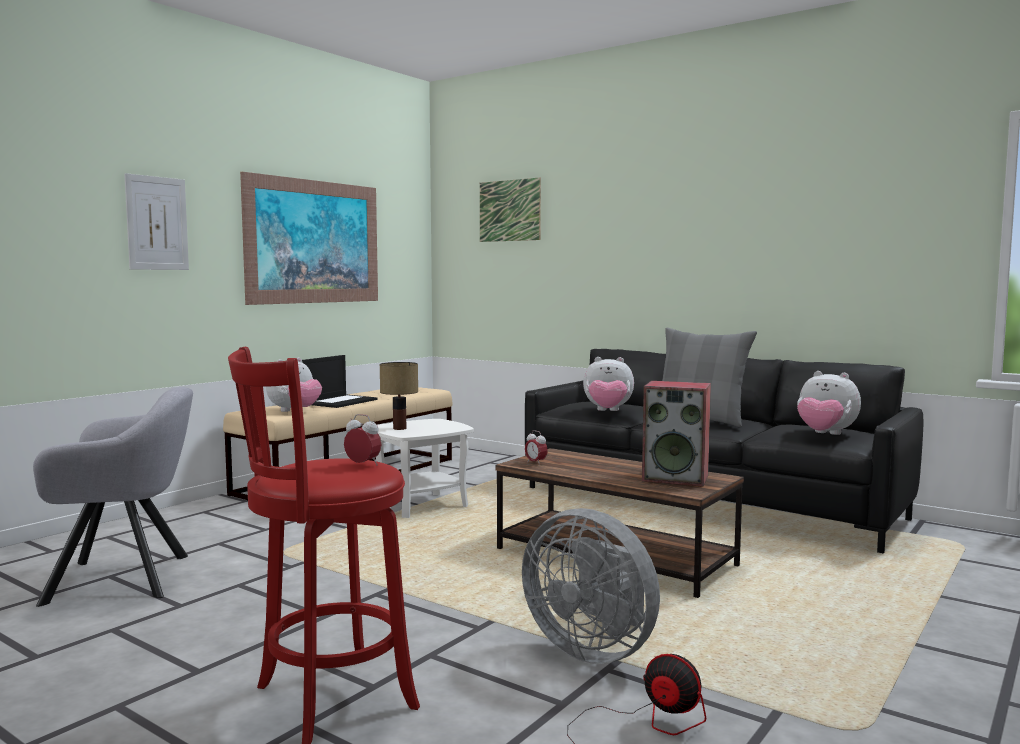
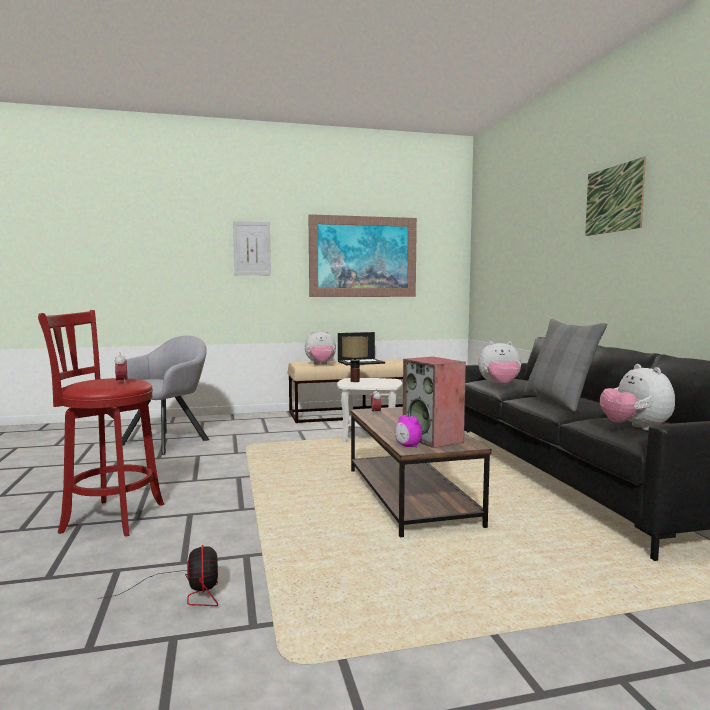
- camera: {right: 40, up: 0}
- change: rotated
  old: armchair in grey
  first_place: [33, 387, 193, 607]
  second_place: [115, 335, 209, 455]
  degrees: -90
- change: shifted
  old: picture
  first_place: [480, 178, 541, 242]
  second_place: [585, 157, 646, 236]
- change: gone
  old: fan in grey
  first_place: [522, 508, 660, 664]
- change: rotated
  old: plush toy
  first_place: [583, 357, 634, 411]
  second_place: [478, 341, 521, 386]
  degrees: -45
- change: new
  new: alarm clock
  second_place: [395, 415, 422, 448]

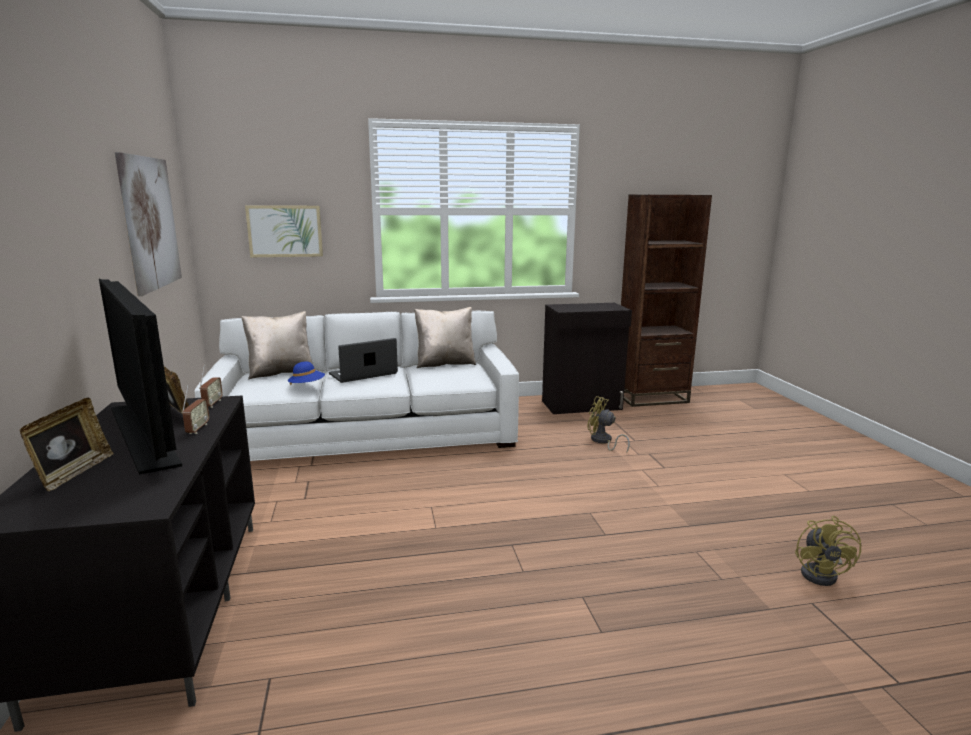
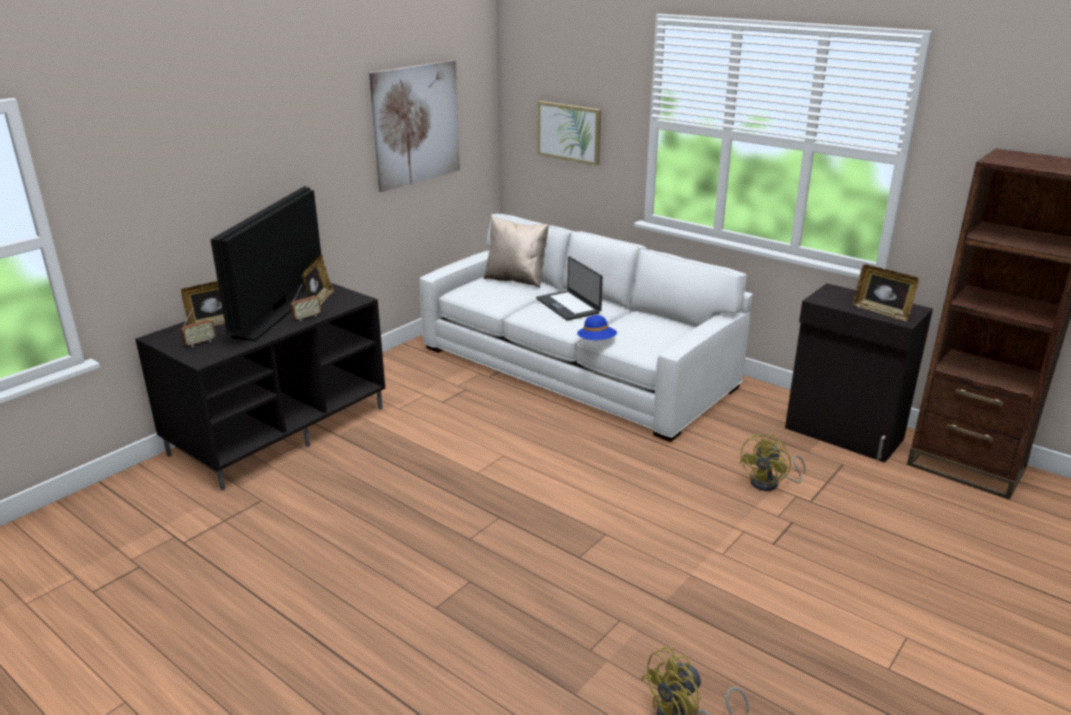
- camera: {right: 50, up: 10}
- change: shifted
  old: radio
  first_place: [199, 364, 223, 408]
  second_place: [181, 308, 216, 347]
- change: shifted
  old: hat in blue
  first_place: [288, 361, 325, 385]
  second_place: [577, 315, 617, 340]
- change: rotated
  old: laptop
  first_place: [329, 338, 398, 383]
  second_place: [536, 256, 603, 321]
  degrees: -135
- change: gone
  old: pillow in beige
  first_place: [414, 307, 476, 368]
- change: rotated
  old: fan in yellow
  first_place: [587, 396, 630, 454]
  second_place: [739, 434, 806, 491]
  degrees: -135
- change: new
  new: picture frame
  second_place: [853, 265, 919, 321]

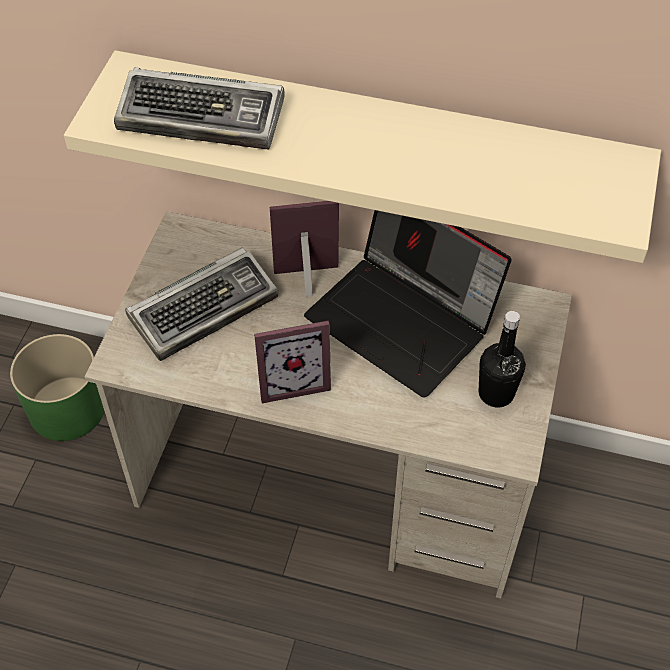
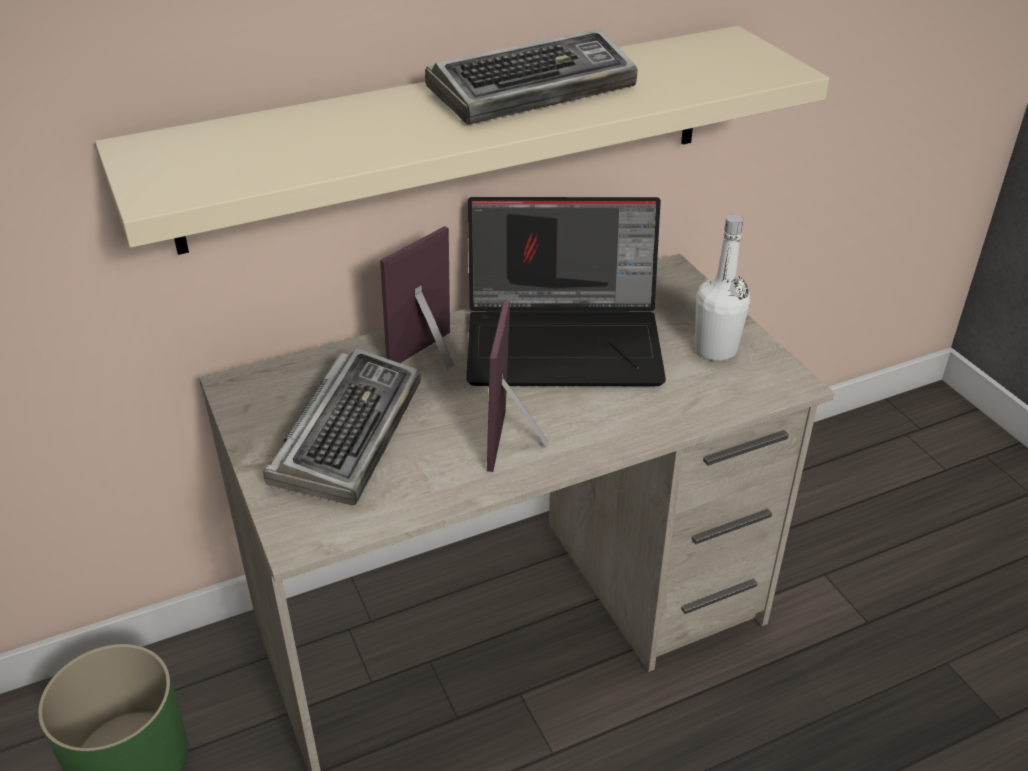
- camera: {right: -40, up: -15}
- change: shifted
  old: keyboard
  first_place: [114, 67, 285, 149]
  second_place: [425, 29, 638, 125]
- change: rotated
  old: picture frame
  first_place: [254, 321, 331, 403]
  second_place: [487, 301, 548, 472]
  degrees: 150
- change: repainted
  old: bottle in black
  new: bottle in white
  first_place: [479, 311, 526, 407]
  second_place: [695, 214, 750, 361]

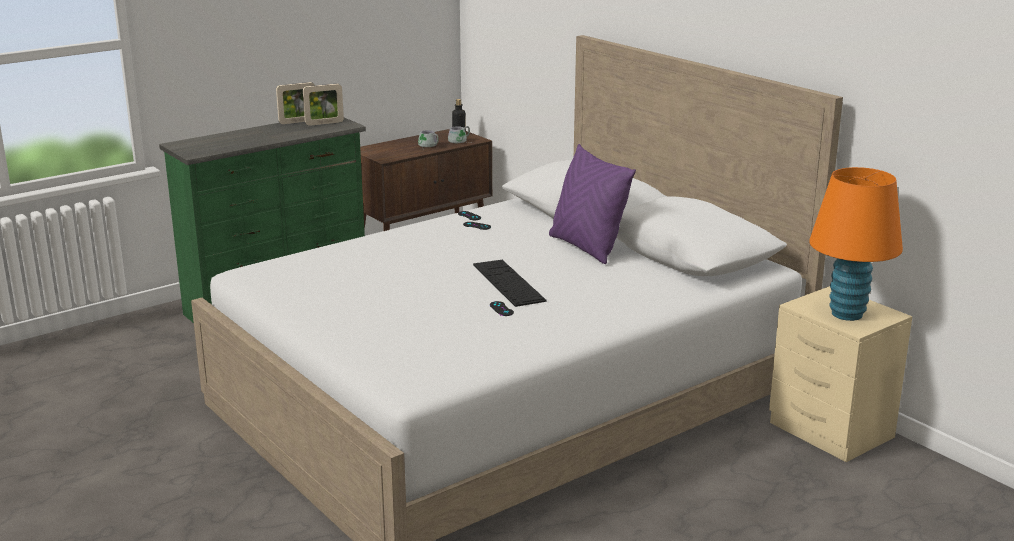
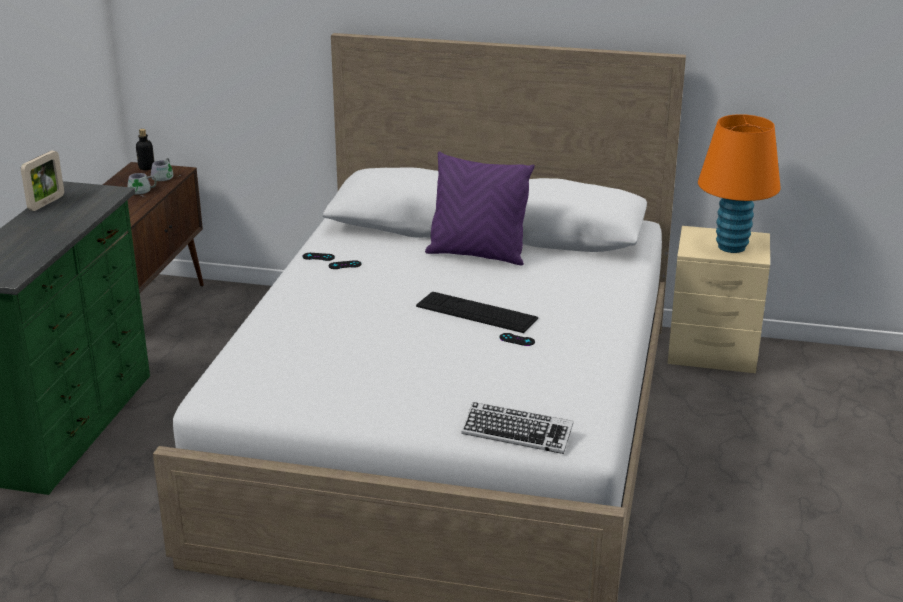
- camera: {right: -40, up: 5}
- change: gone
  old: picture frame
  first_place: [303, 84, 344, 126]
- change: new
  new: keyboard
  second_place: [461, 402, 574, 454]

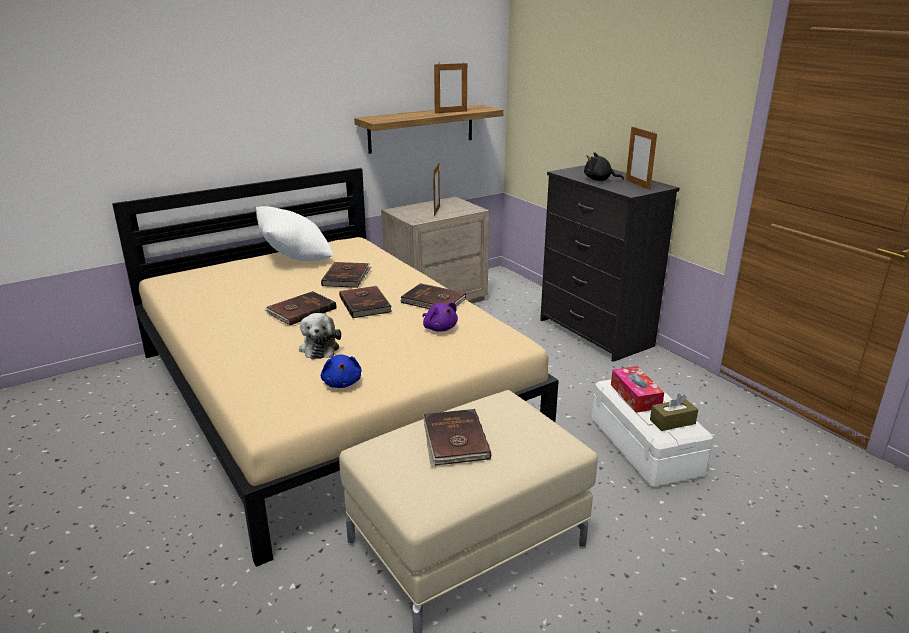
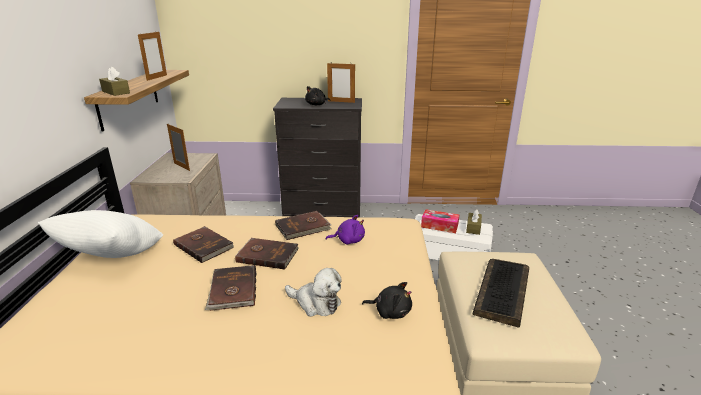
- camera: {right: -55, up: 0}
- change: repainted
  old: plush toy in blue
  new: plush toy in black
  first_place: [321, 354, 362, 388]
  second_place: [362, 282, 412, 319]
- change: swapped
  old: book in brown
  new: keyboard
  first_place: [423, 409, 491, 465]
  second_place: [473, 259, 529, 328]
- change: new
  new: tissue box in brown
  second_place: [99, 66, 130, 96]

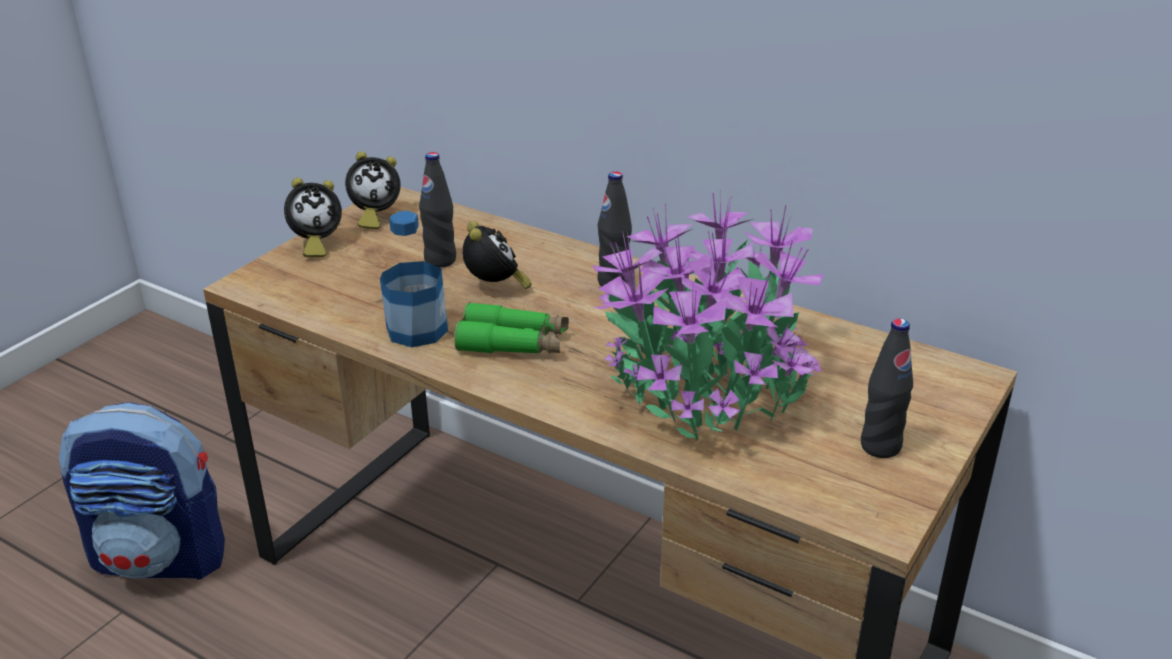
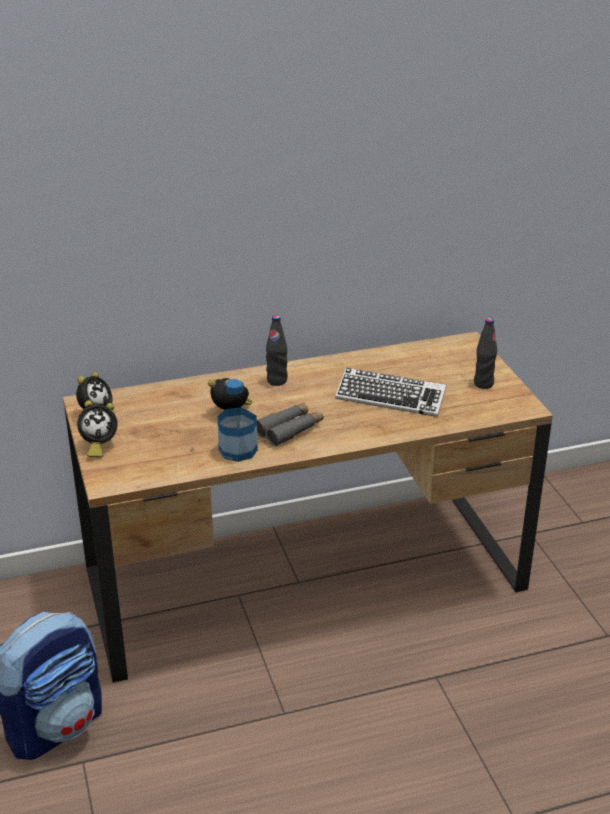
- camera: {right: -50, up: 0}
- change: rotated
  old: alarm clock
  first_place: [284, 178, 342, 257]
  second_place: [77, 400, 118, 458]
  degrees: 60
- change: gone
  old: bottle in black
  first_place: [419, 152, 456, 268]
- change: repainted
  old: binoculars in green
  new: binoculars in grey
  first_place: [454, 302, 569, 353]
  second_place: [257, 403, 324, 446]
- change: swapped
  old: potted plant
  new: keyboard
  first_place: [592, 193, 824, 441]
  second_place: [335, 368, 446, 417]

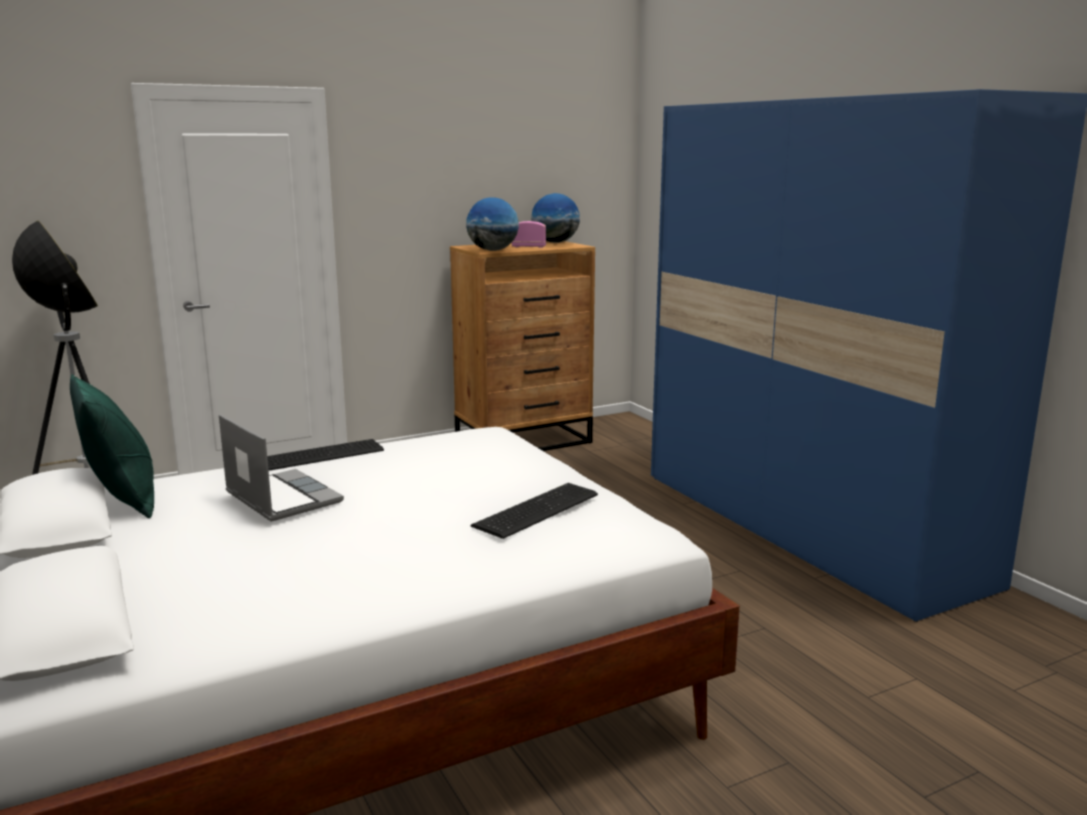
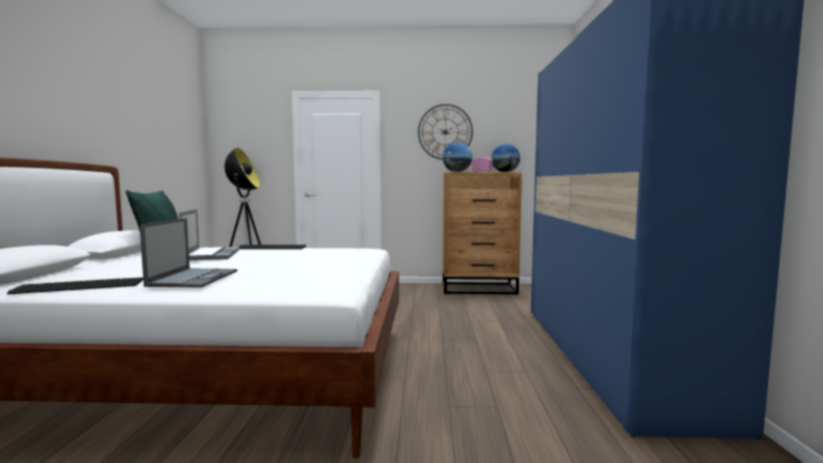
- camera: {right: 30, up: -10}
- change: shifted
  old: keyboard
  first_place: [471, 483, 598, 539]
  second_place: [7, 277, 143, 294]
- change: new
  new: laptop
  second_place: [140, 218, 237, 288]
- change: new
  new: wall clock
  second_place: [418, 104, 473, 160]

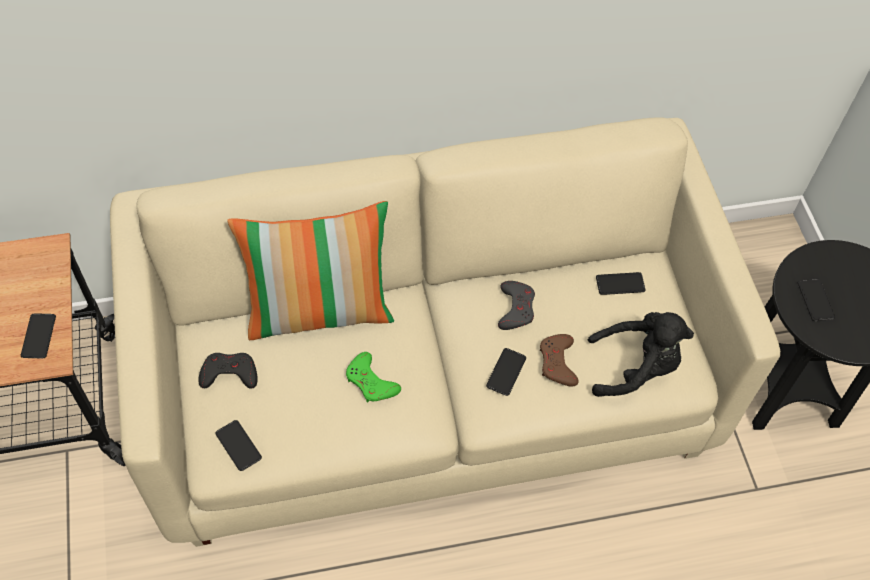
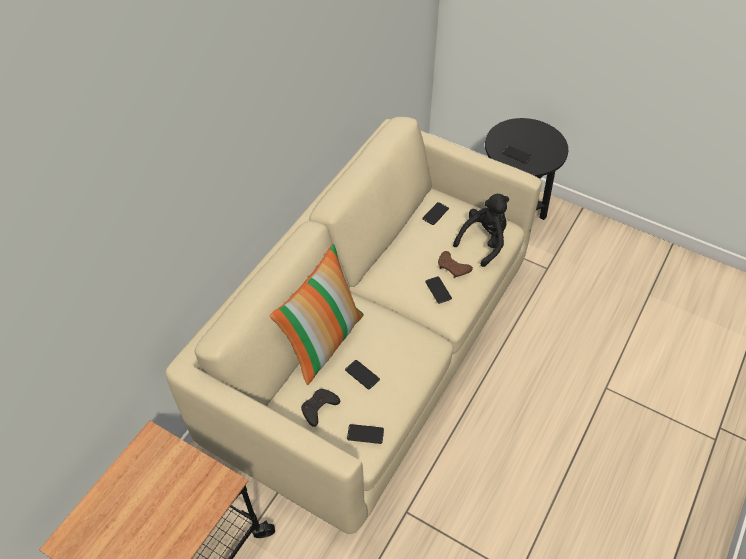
- camera: {right: -45, up: -5}
- change: shifted
  old: phone
  first_place: [21, 313, 56, 358]
  second_place: [345, 360, 380, 389]
- change: gone
  old: game controller in green
  first_place: [346, 352, 401, 402]
- change: gone
  old: game controller in grey
  first_place: [498, 281, 535, 330]

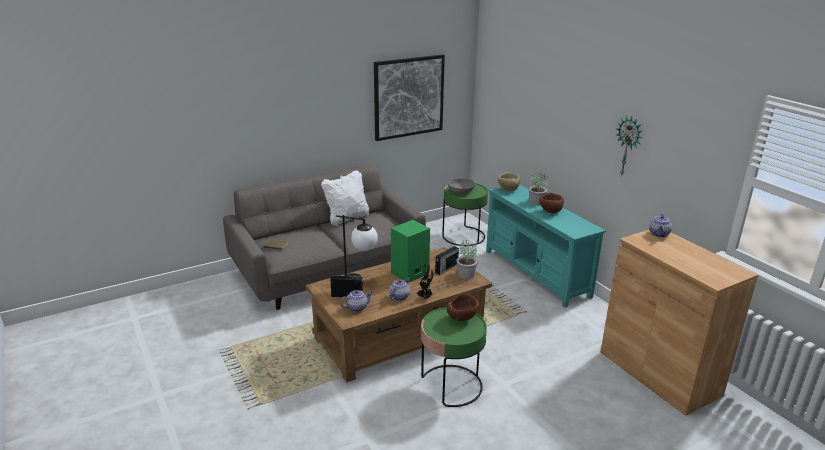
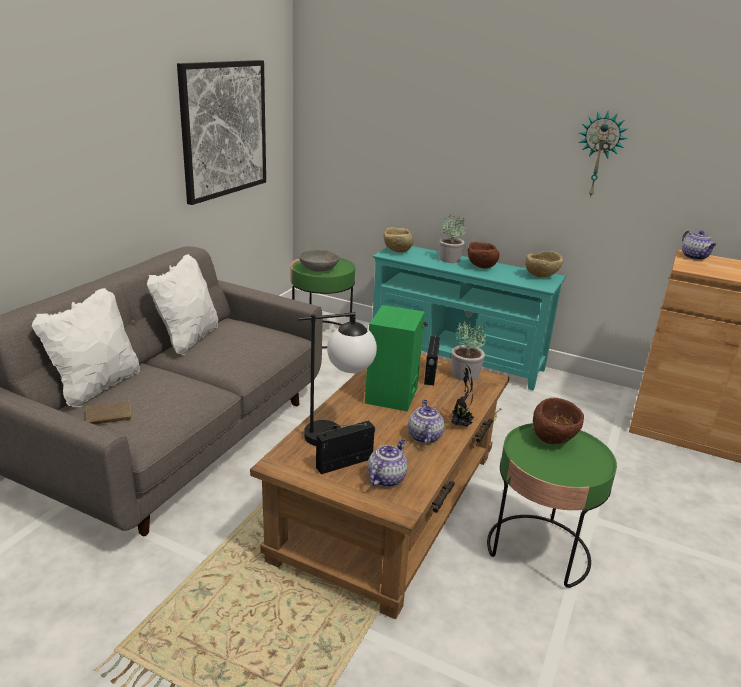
- camera: {right: -35, up: 0}
- change: new
  new: pillow in white
  second_place: [32, 288, 140, 407]
- change: new
  new: bowl in beige
  second_place: [525, 251, 563, 277]

